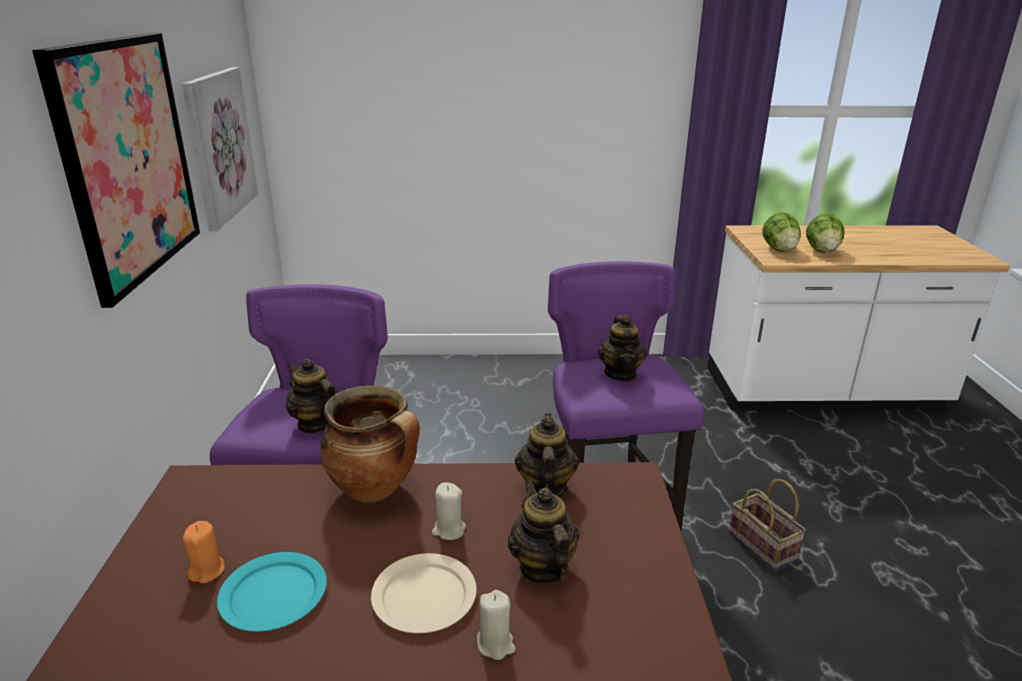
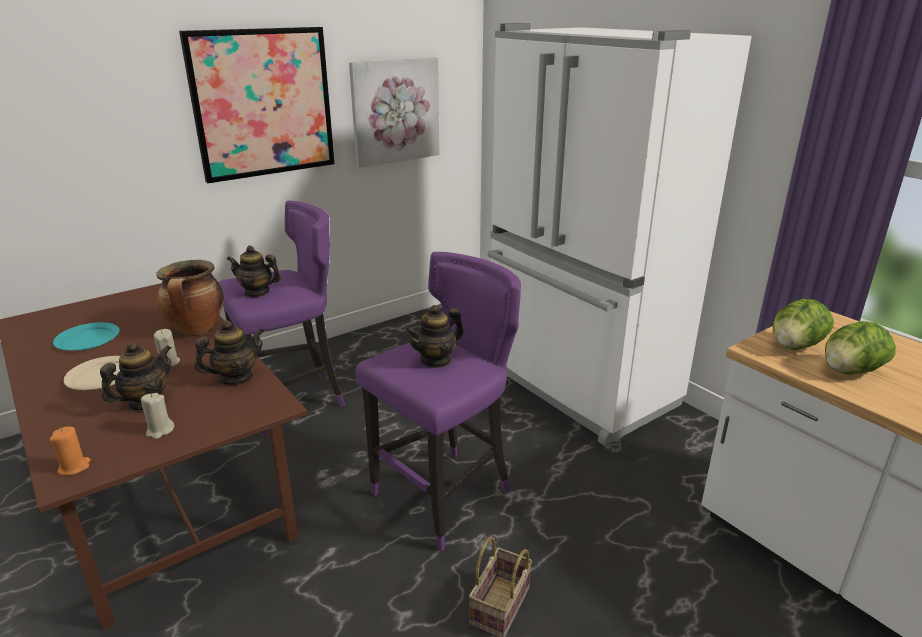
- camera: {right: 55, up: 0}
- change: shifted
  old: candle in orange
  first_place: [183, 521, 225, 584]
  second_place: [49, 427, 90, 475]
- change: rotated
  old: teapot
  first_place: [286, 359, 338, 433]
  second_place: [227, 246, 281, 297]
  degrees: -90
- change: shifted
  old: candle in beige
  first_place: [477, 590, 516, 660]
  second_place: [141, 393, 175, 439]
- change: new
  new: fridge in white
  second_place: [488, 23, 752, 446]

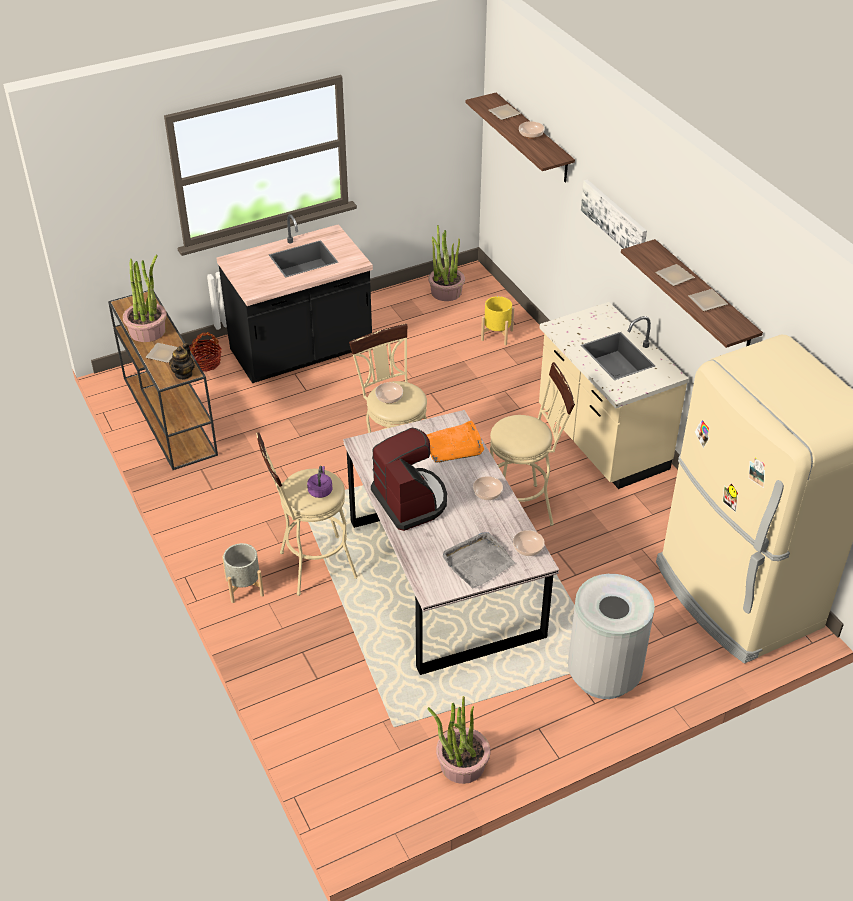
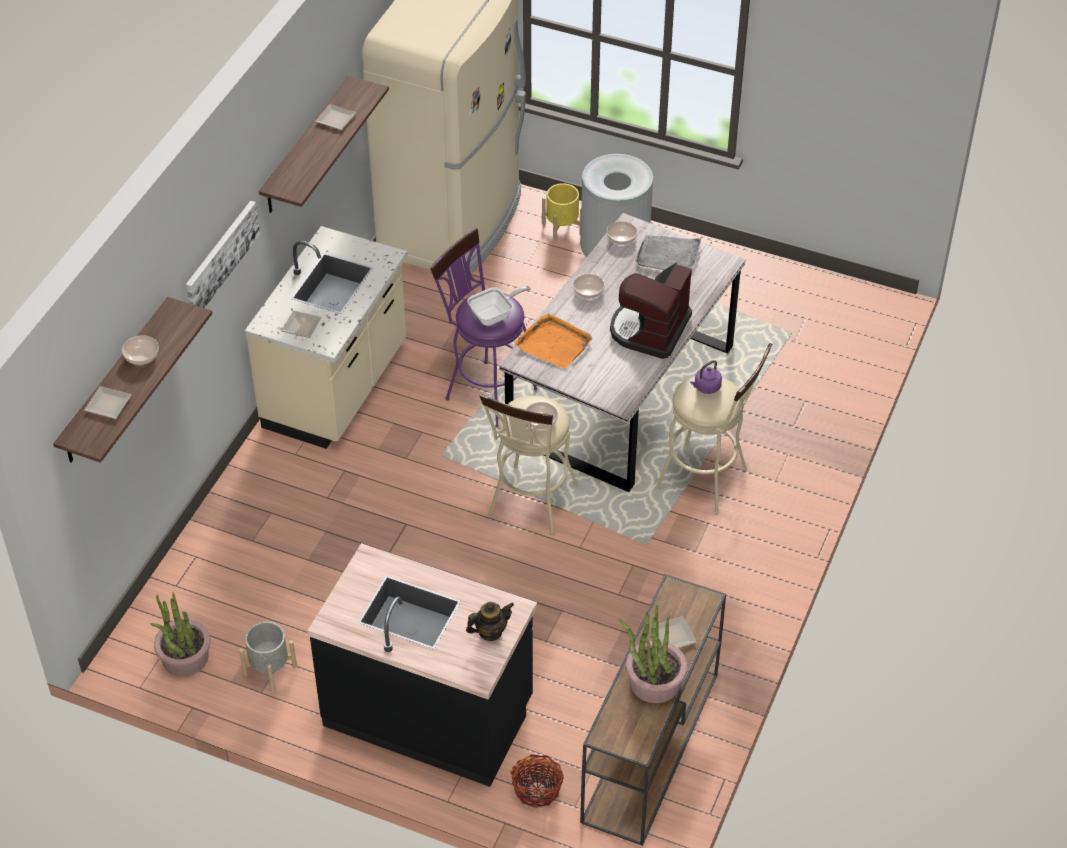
- camera: {right: -130, up: 5}
- change: shifted
  old: teapot
  first_place: [169, 343, 195, 380]
  second_place: [466, 602, 514, 641]
- change: shifted
  old: planter in grey
  first_place: [222, 543, 264, 603]
  second_place: [239, 621, 297, 692]
- change: gone
  old: potted plant
  first_place: [428, 696, 490, 784]
- change: shifted
  old: planter in yellow
  first_place: [481, 296, 514, 345]
  second_place: [542, 183, 581, 243]
- change: repainted
  old: stool in beige
  new: stool in purple
  first_place: [490, 362, 575, 526]
  second_place: [430, 228, 538, 428]
- change: shifted
  old: plate
  first_place: [655, 264, 695, 286]
  second_place: [282, 311, 322, 338]
- change: new
  new: frying pan
  second_place: [467, 286, 531, 326]

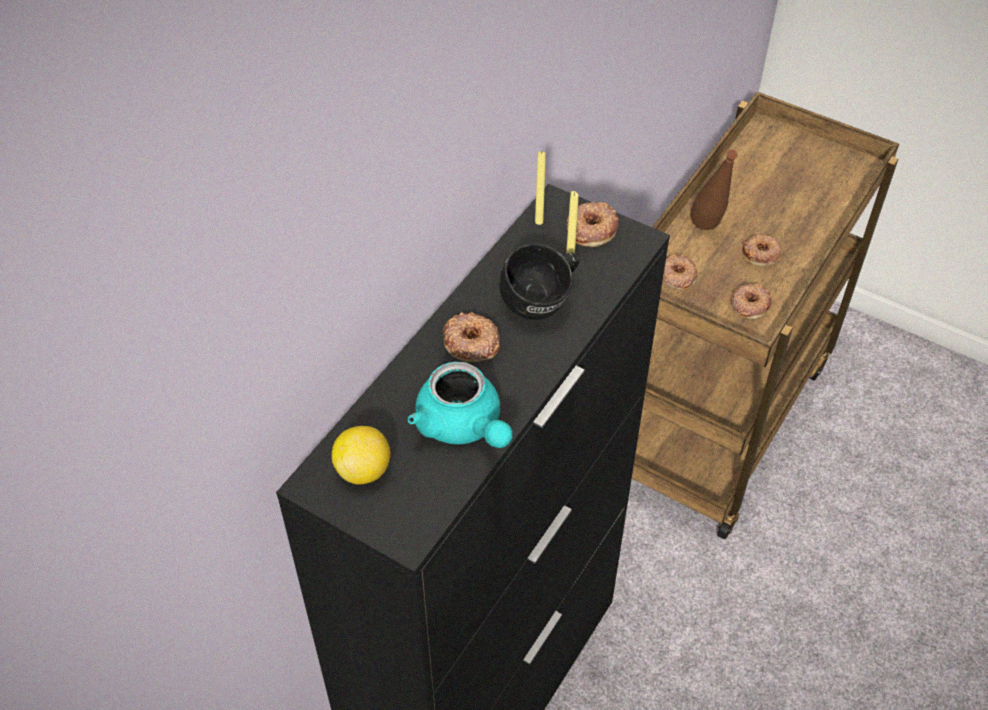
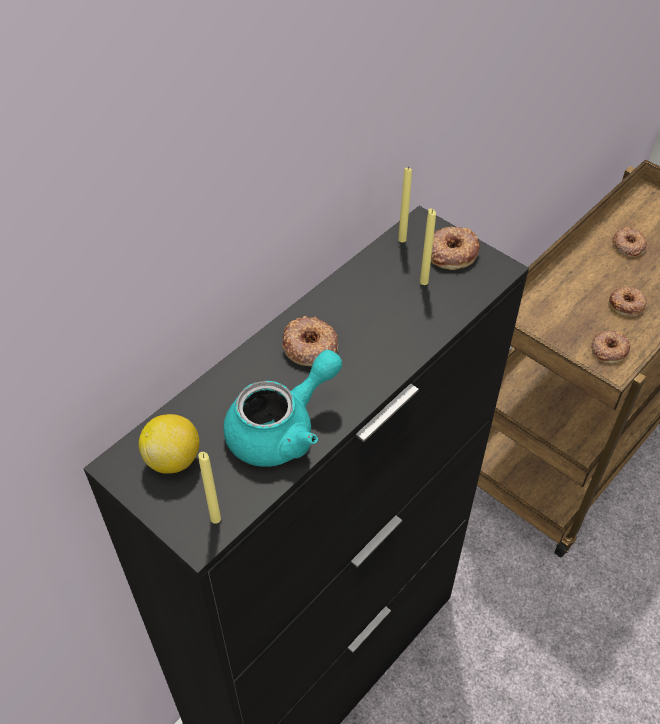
- camera: {right: 10, up: 0}
- change: rotated
  old: teapot in turquoise
  first_place: [408, 362, 512, 448]
  second_place: [223, 350, 342, 467]
  degrees: -105
- change: gone
  old: mug in black
  first_place: [499, 243, 579, 320]
- change: shifted
  old: donut
  first_place: [662, 254, 698, 290]
  second_place: [612, 227, 647, 258]
- change: gone
  old: bottle in brown
  first_place: [690, 150, 738, 230]
- change: new
  new: candle in yellow
  second_place: [198, 452, 221, 524]

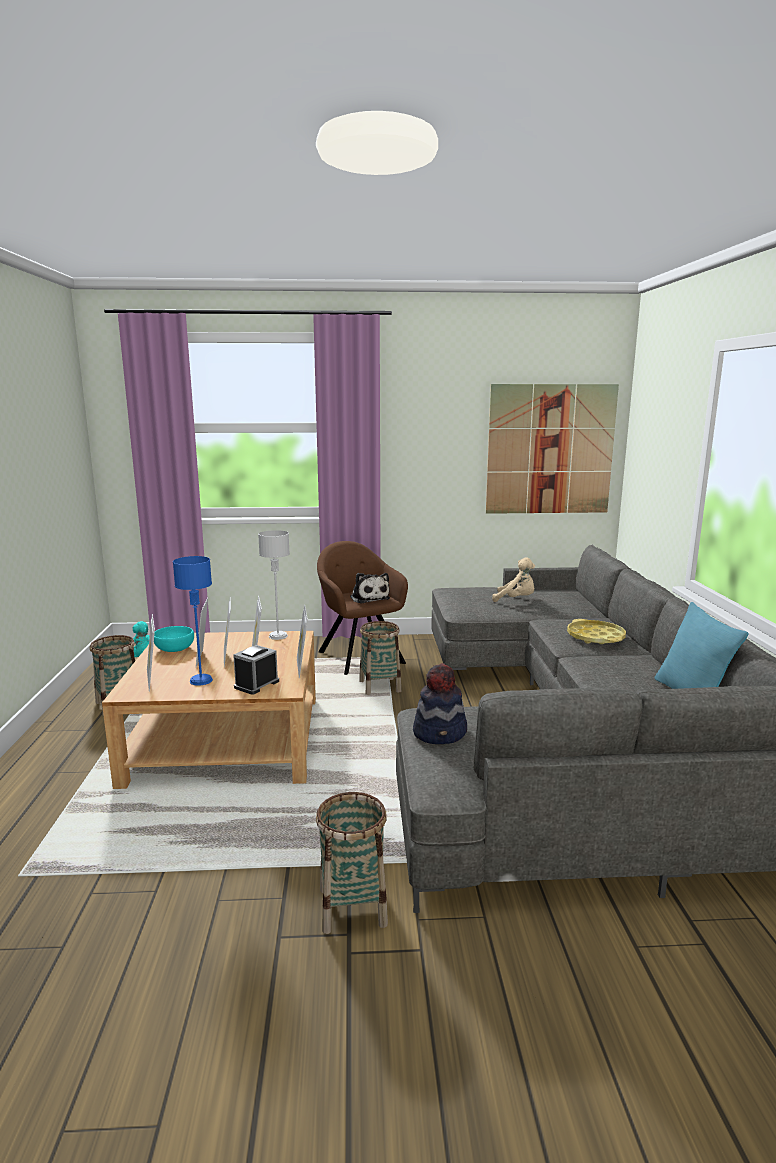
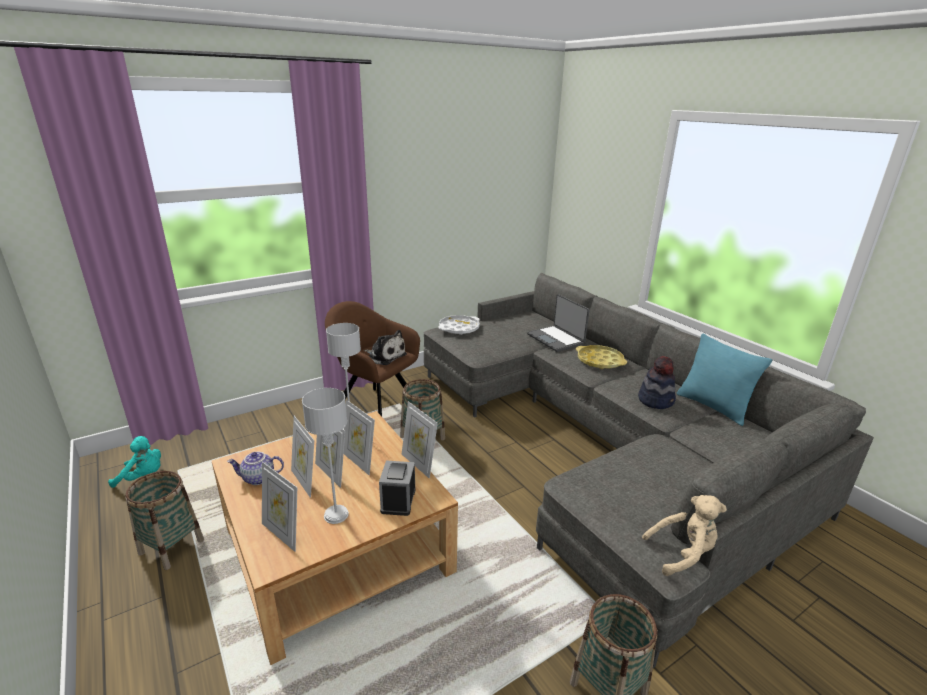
- camera: {right: -30, up: 10}
- change: swapped
  old: bowl in turquoise
  new: teapot
  first_place: [154, 626, 194, 652]
  second_place: [227, 452, 284, 485]
- change: repainted
  old: table lamp in blue
  new: table lamp in grey
  first_place: [173, 556, 213, 685]
  second_place: [302, 388, 349, 524]
- change: shifted
  old: hat
  first_place: [413, 663, 467, 744]
  second_place: [638, 356, 676, 409]
- change: gone
  old: picture
  first_place: [486, 384, 619, 514]
- change: shifted
  old: plush toy in beige
  first_place: [492, 557, 535, 602]
  second_place: [642, 495, 727, 576]
- change: new
  new: tray in white
  second_place: [438, 315, 480, 335]
- change: new
  new: laptop
  second_place: [527, 294, 590, 352]

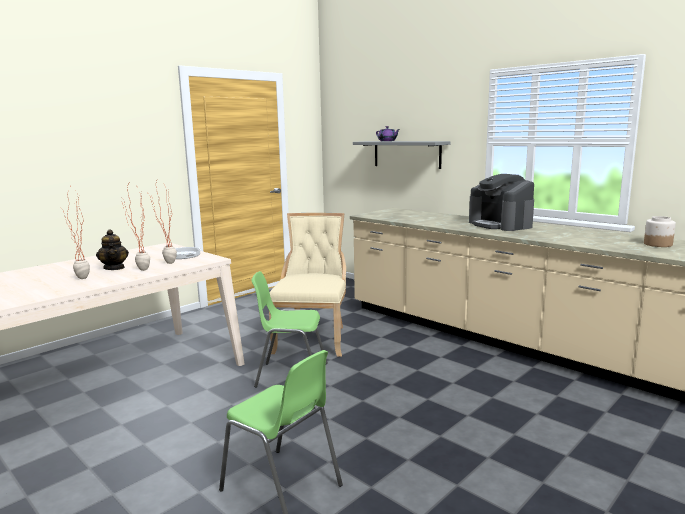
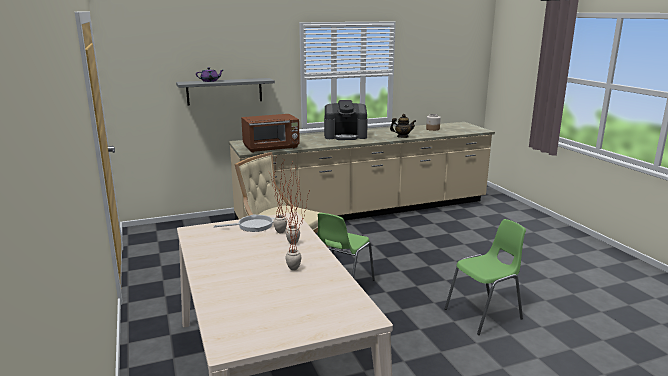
- camera: {right: -65, up: 5}
- change: shifted
  old: teapot
  first_place: [96, 229, 129, 270]
  second_place: [390, 114, 416, 138]
- change: new
  new: microwave in brown
  second_place: [241, 114, 300, 153]

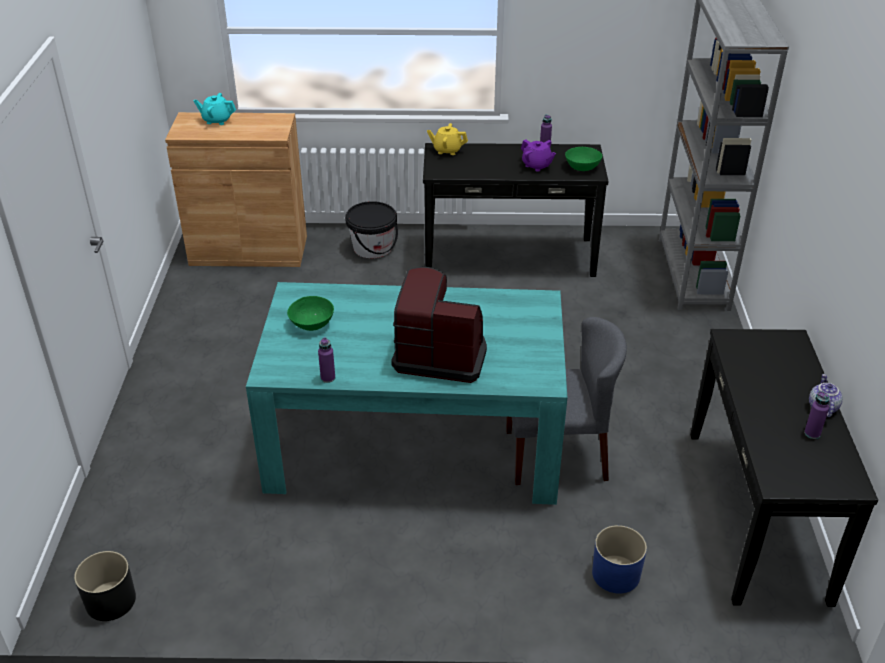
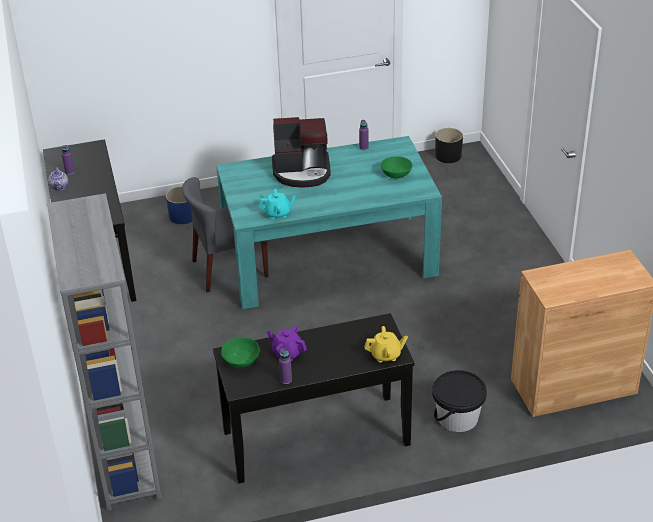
- camera: {right: 165, up: 0}
- change: shifted
  old: teapot in turquoise
  first_place: [194, 93, 236, 125]
  second_place: [259, 189, 296, 219]

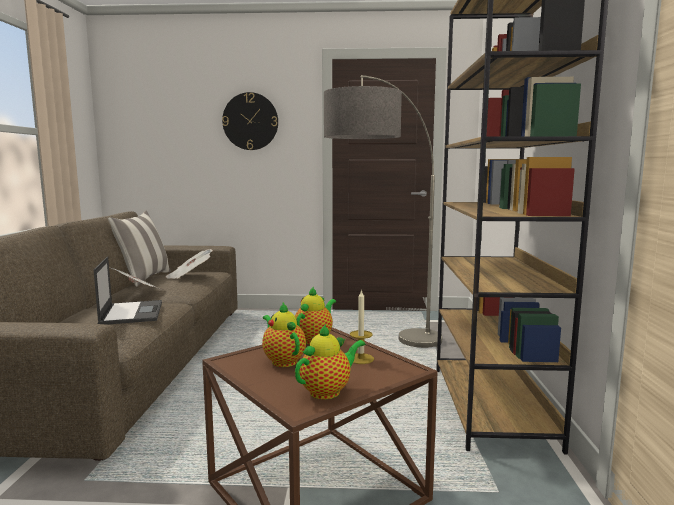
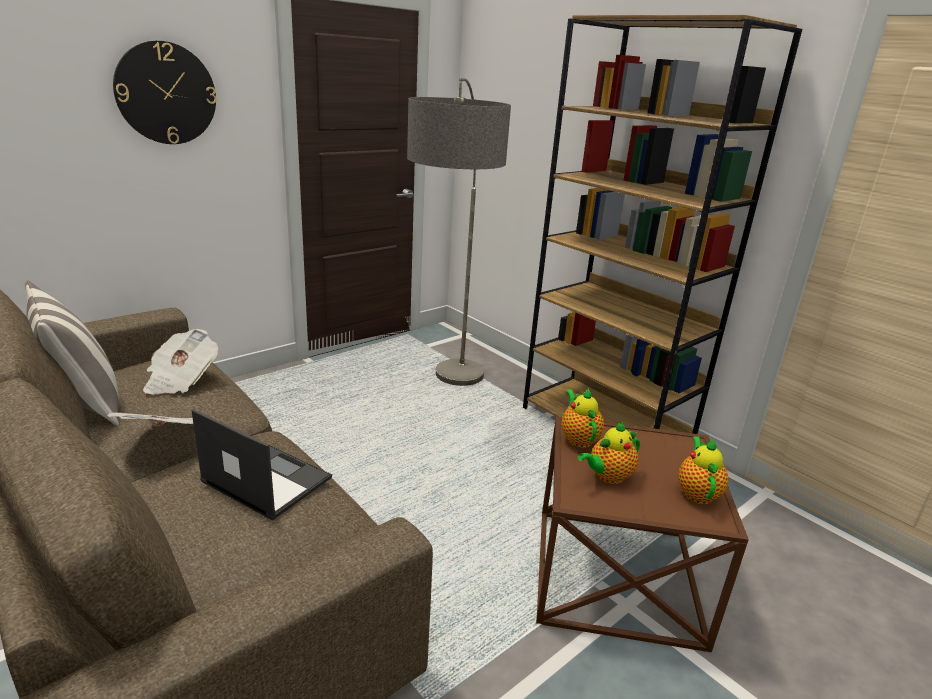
- camera: {right: -45, up: 15}
- change: rotated
  old: teapot
  first_place: [262, 302, 306, 367]
  second_place: [578, 421, 640, 484]
  degrees: -45
- change: gone
  old: candle
  first_place: [350, 289, 374, 364]

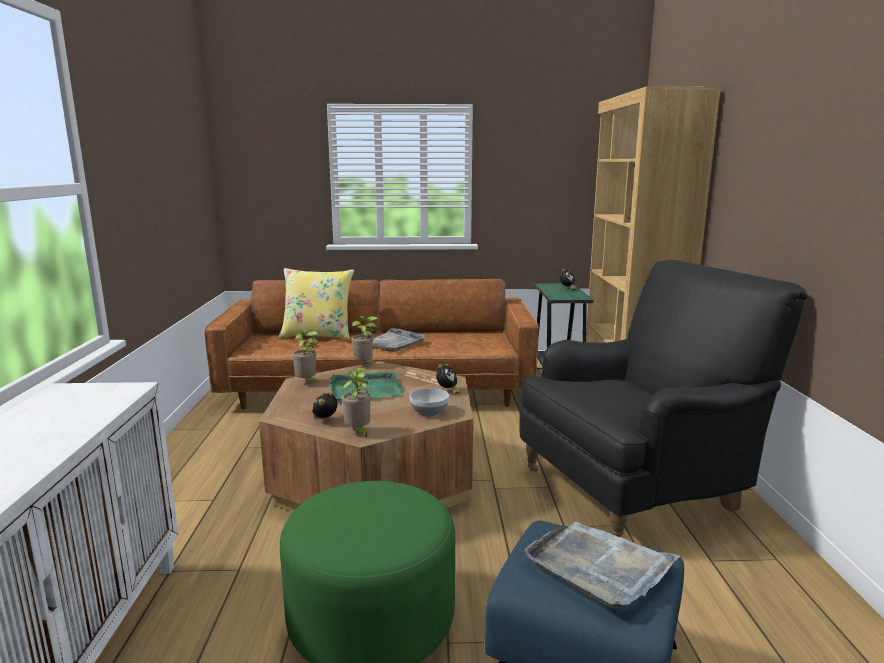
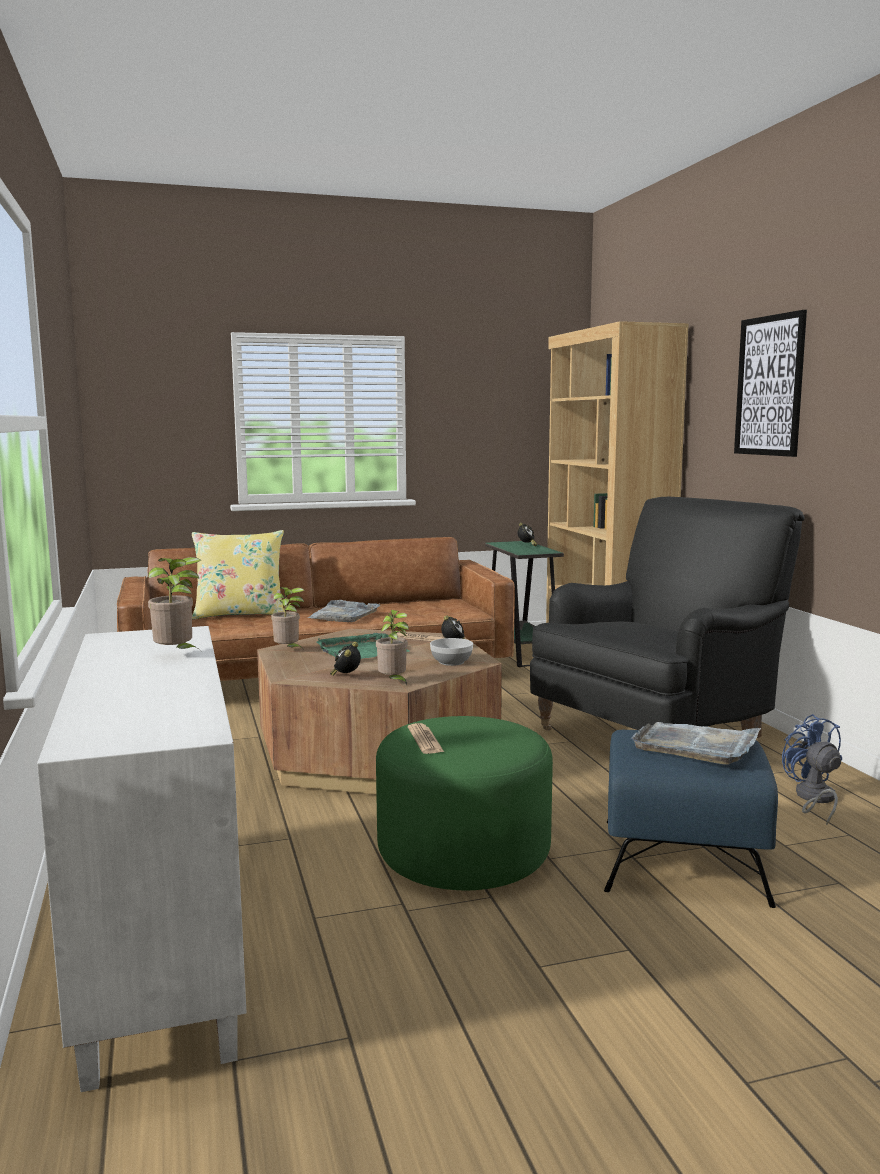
- camera: {right: -15, up: -5}
- change: shifted
  old: potted plant
  first_place: [351, 316, 378, 364]
  second_place: [148, 557, 201, 651]
- change: new
  new: newspaper
  second_place: [408, 723, 444, 754]
- change: new
  new: picture
  second_place: [734, 310, 807, 457]
- change: new
  new: fan in blue
  second_place: [782, 714, 842, 825]

